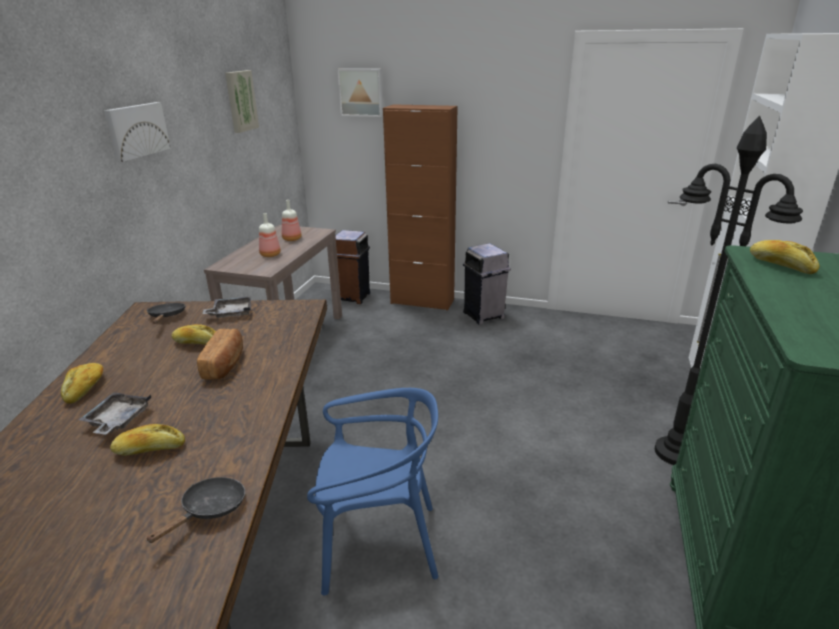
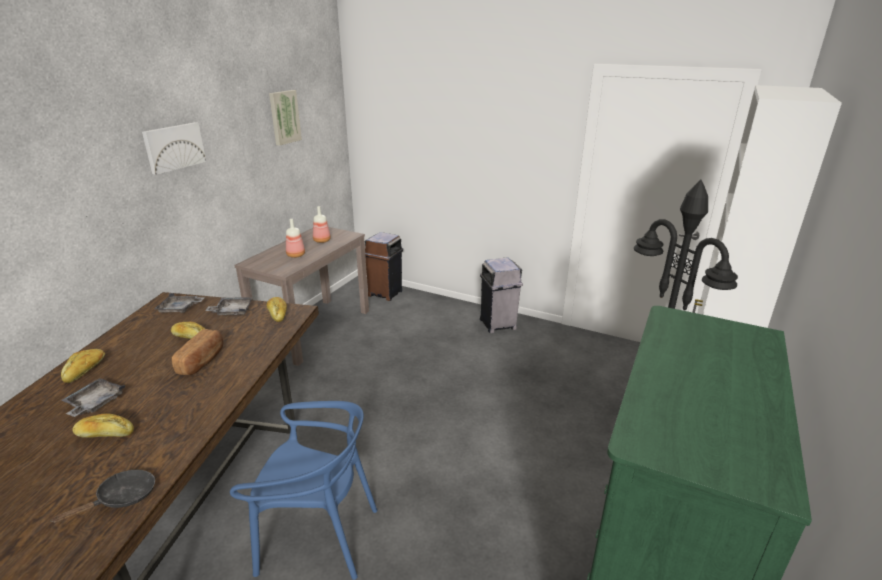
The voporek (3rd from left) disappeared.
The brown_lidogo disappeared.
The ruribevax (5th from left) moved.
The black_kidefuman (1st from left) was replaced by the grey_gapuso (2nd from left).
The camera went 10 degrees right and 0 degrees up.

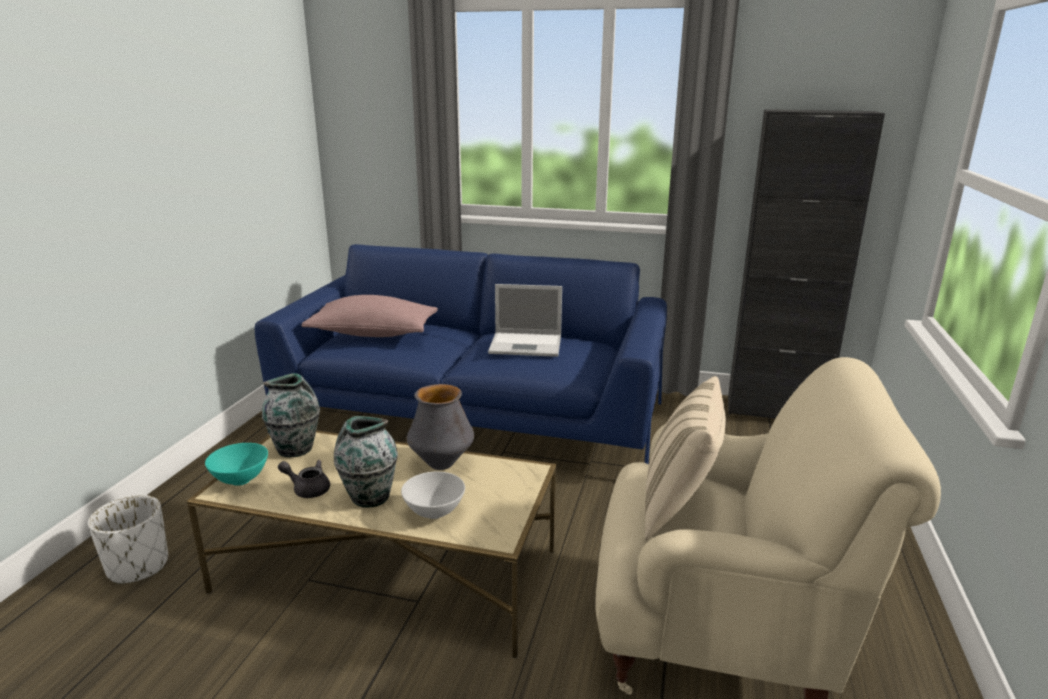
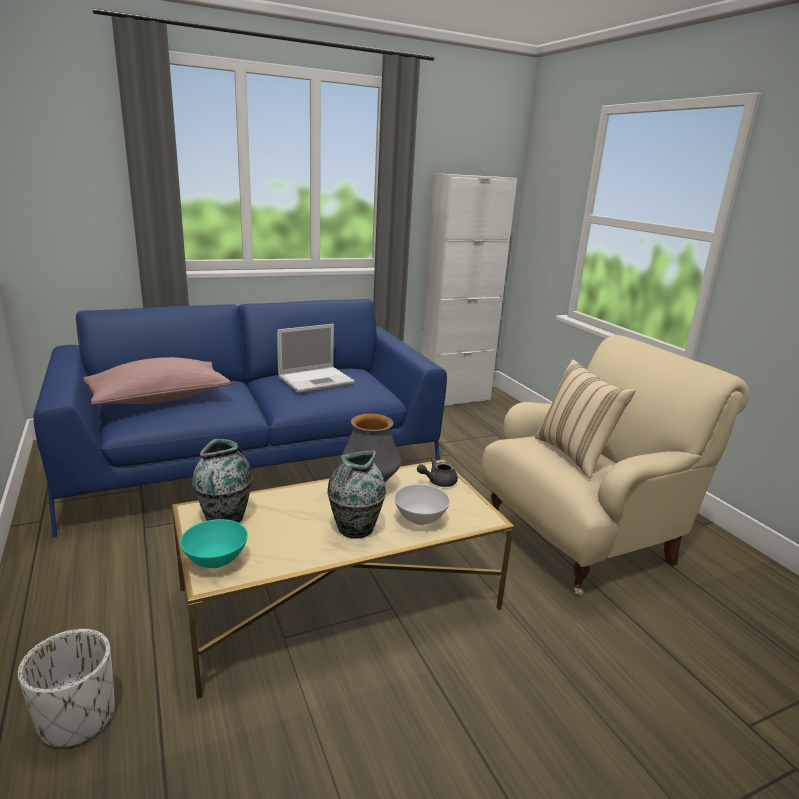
The black_lidogo became the white_lidogo.
The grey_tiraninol moved.
The camera went 40 degrees left and 0 degrees up.

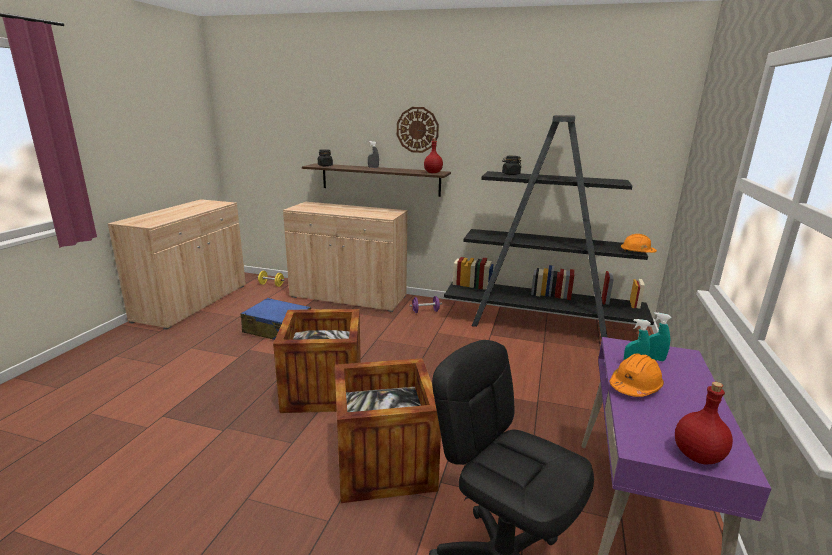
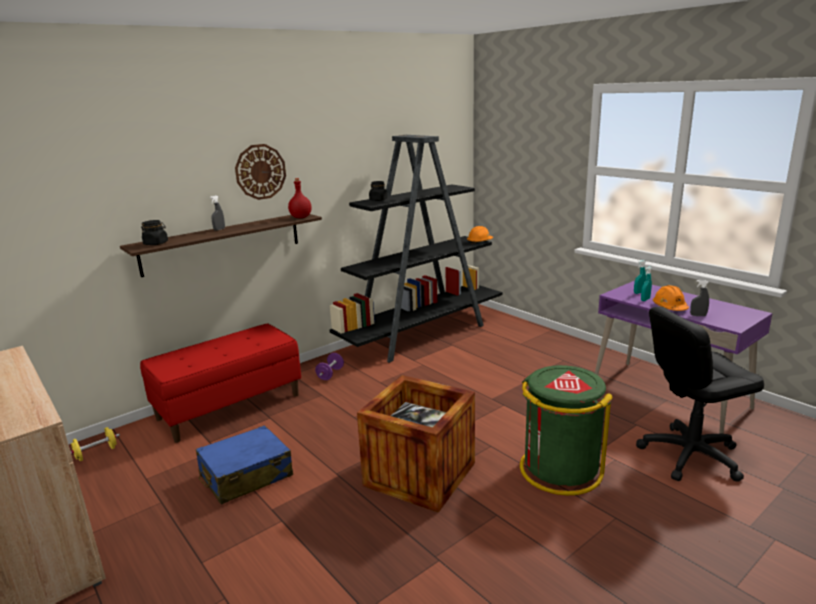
The beige_lidogo (2nd from left) was replaced by the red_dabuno.
The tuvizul (2nd from left) was replaced by the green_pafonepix.
The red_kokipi (2nd from left) disappeared.
The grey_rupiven (2nd from left) appeared.
The camera went 55 degrees left and 0 degrees up.

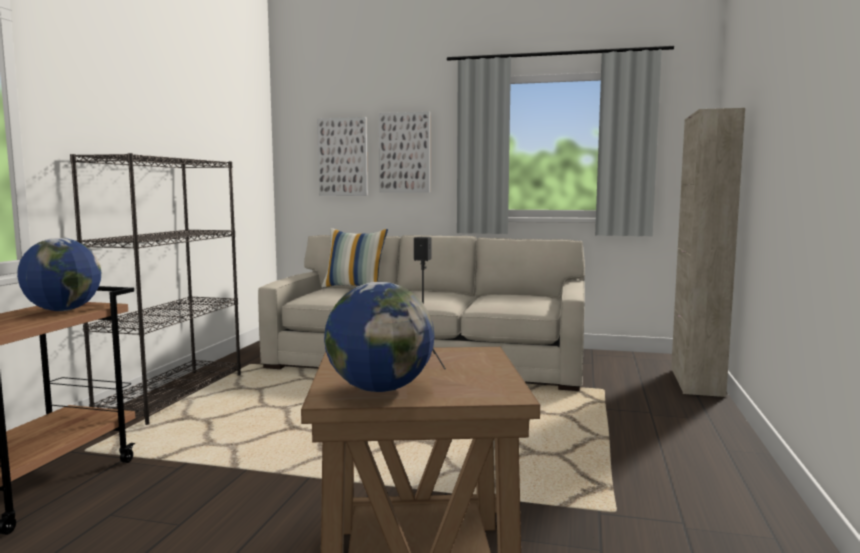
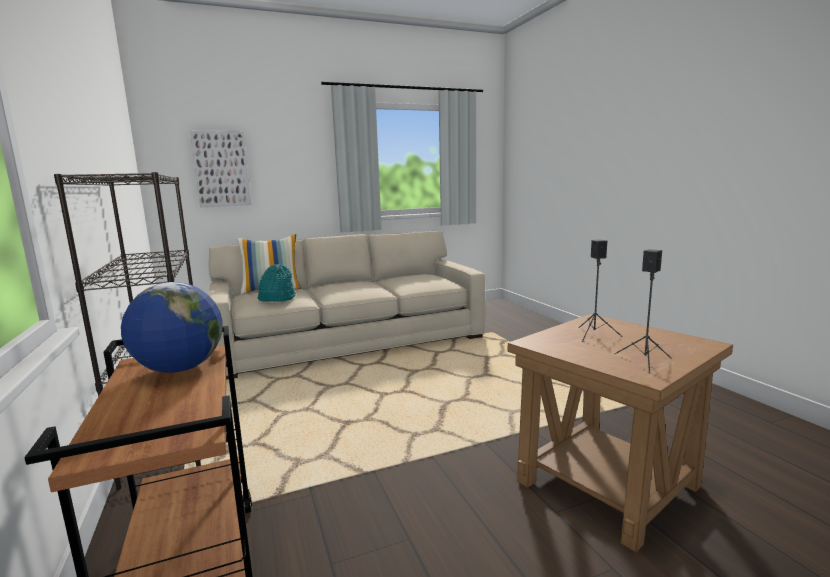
The beige_lidogo disappeared.
The voporek (2nd from left) disappeared.
The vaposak (2nd from left) was replaced by the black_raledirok (2nd from left).
The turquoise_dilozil appeared.
The camera went 35 degrees left and 5 degrees up.

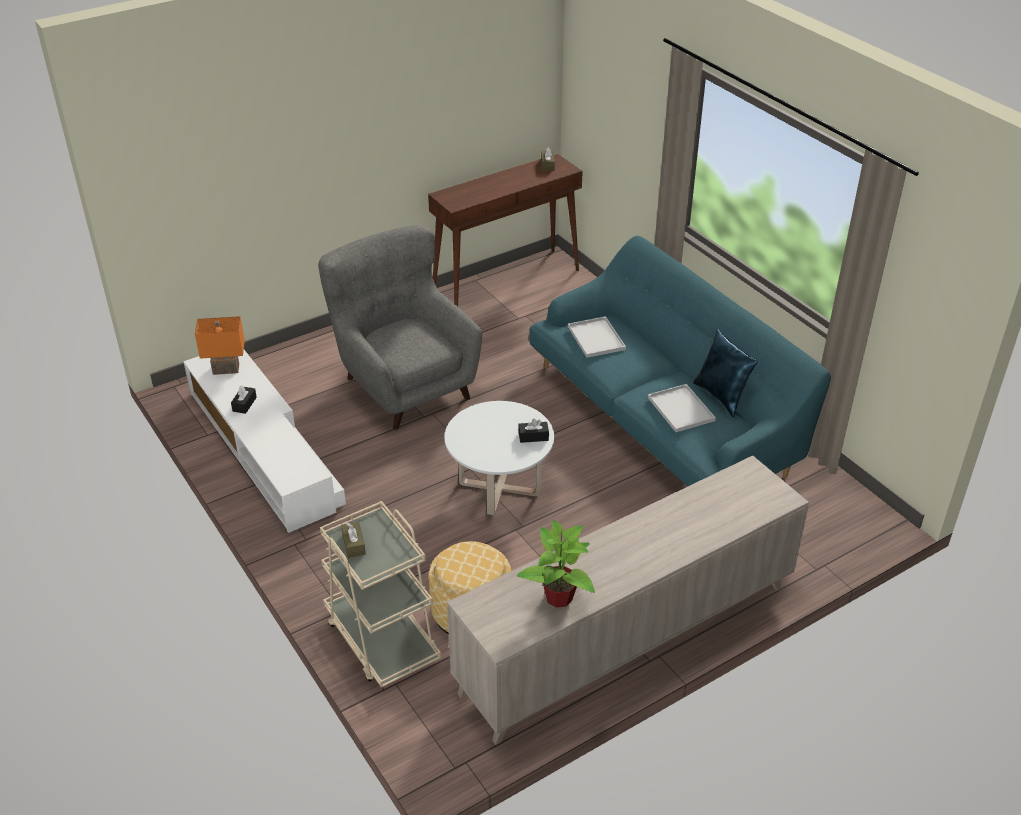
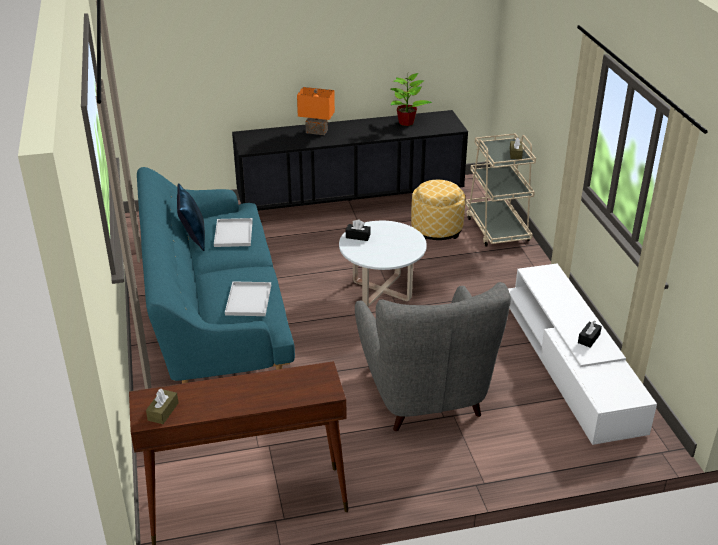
The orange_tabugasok moved.
The beige_lidogo became the black_lidogo.
The camera went 160 degrees left and 5 degrees down.

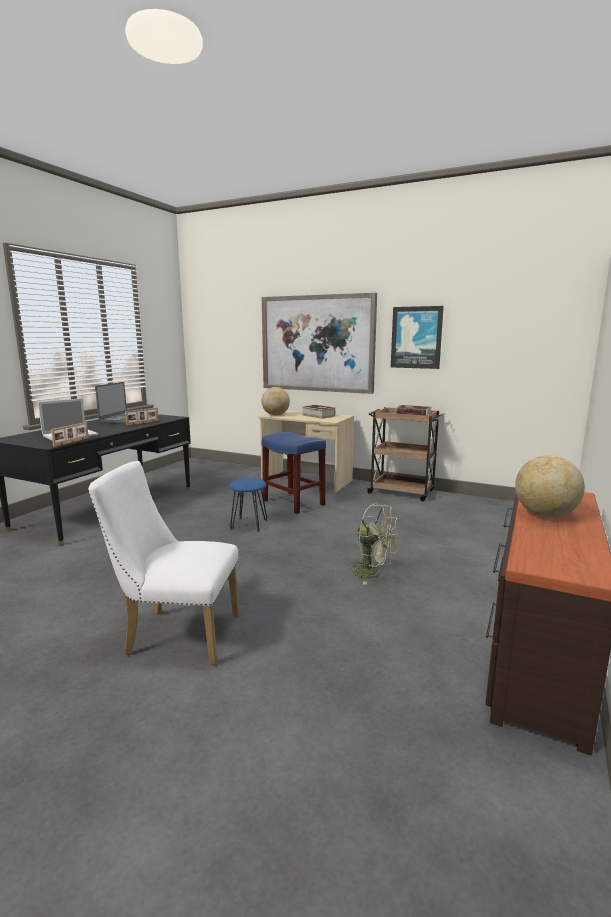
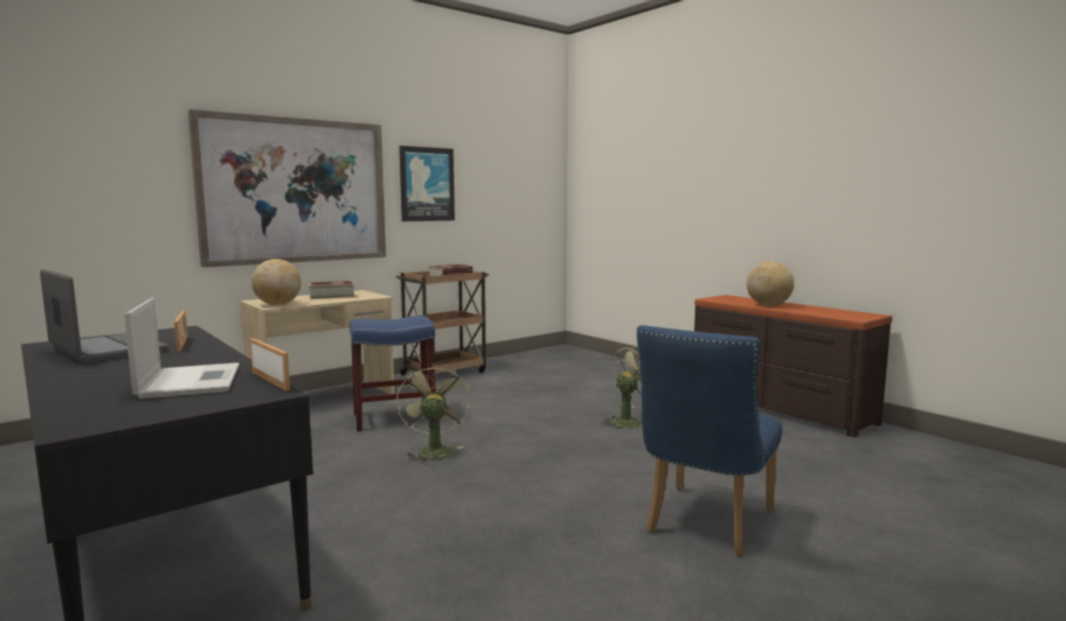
The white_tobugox became the blue_tobugox.
The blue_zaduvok (1st from left) was replaced by the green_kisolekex (1st from left).
The camera went 65 degrees left and 5 degrees down.

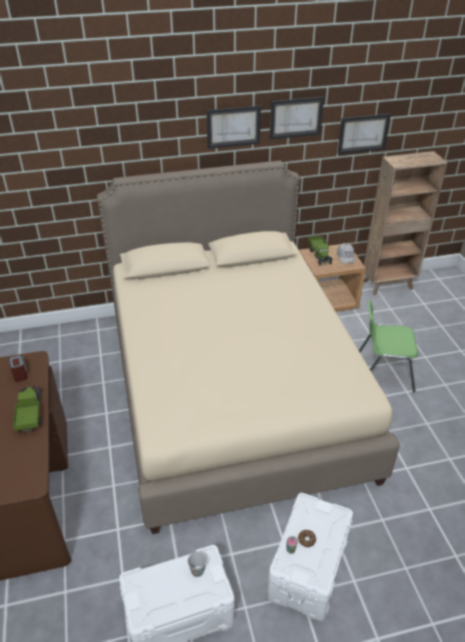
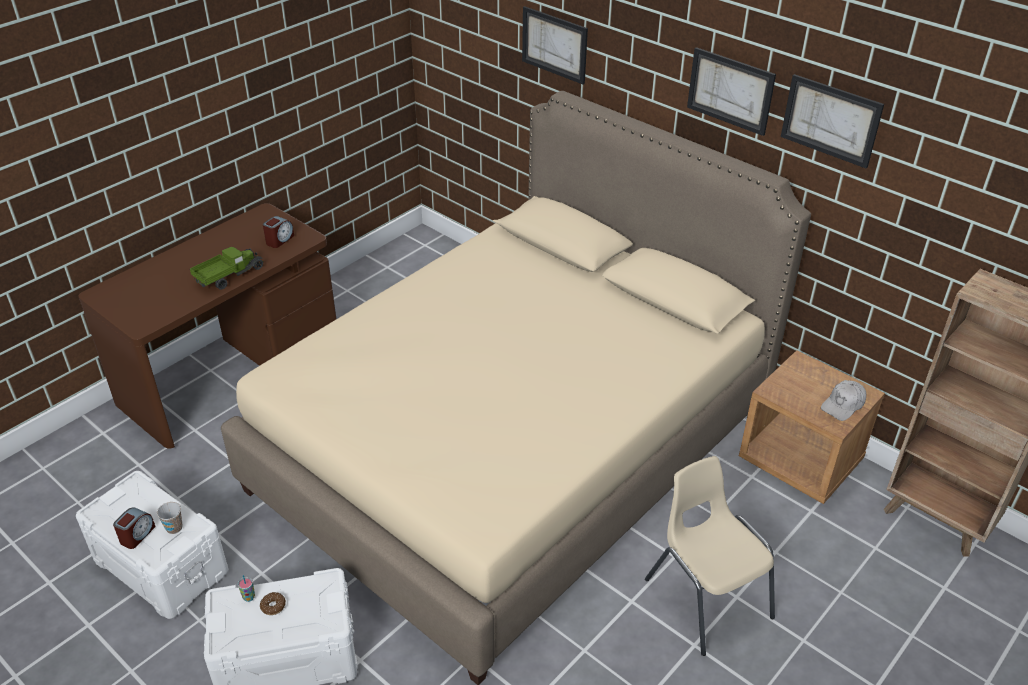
The voporek (3rd from left in the first image) moved.
The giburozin (2nd from left) disappeared.
The green_tobugox became the beige_tobugox.
The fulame (1st from left) appeared.
The camera went 55 degrees right and 0 degrees up.

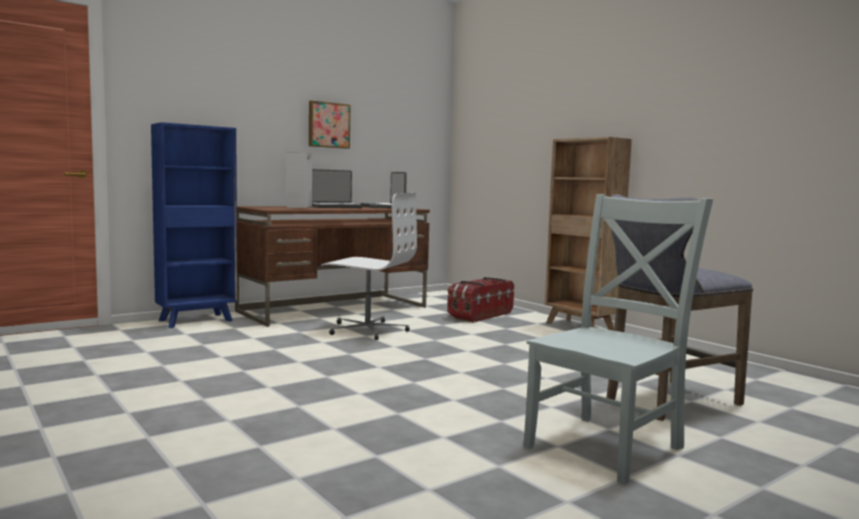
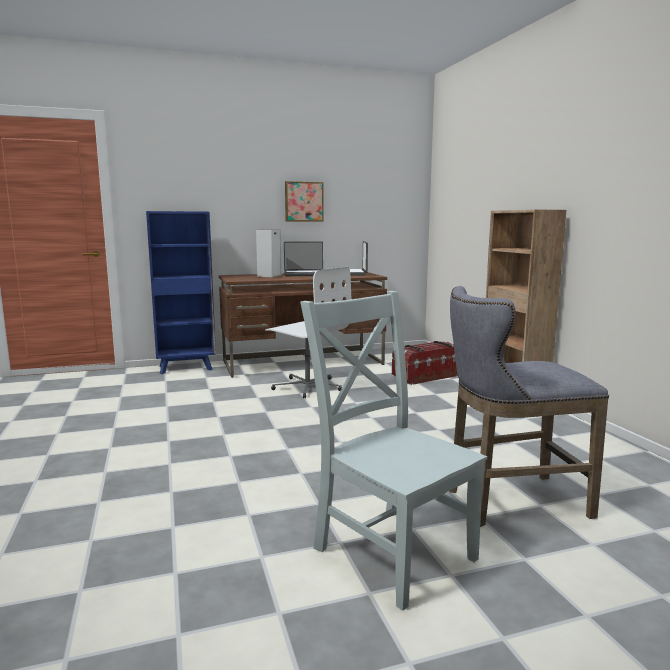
The grey_tobugox turned 105 degrees counterclockwise.
The camera went 20 degrees right and 5 degrees up.

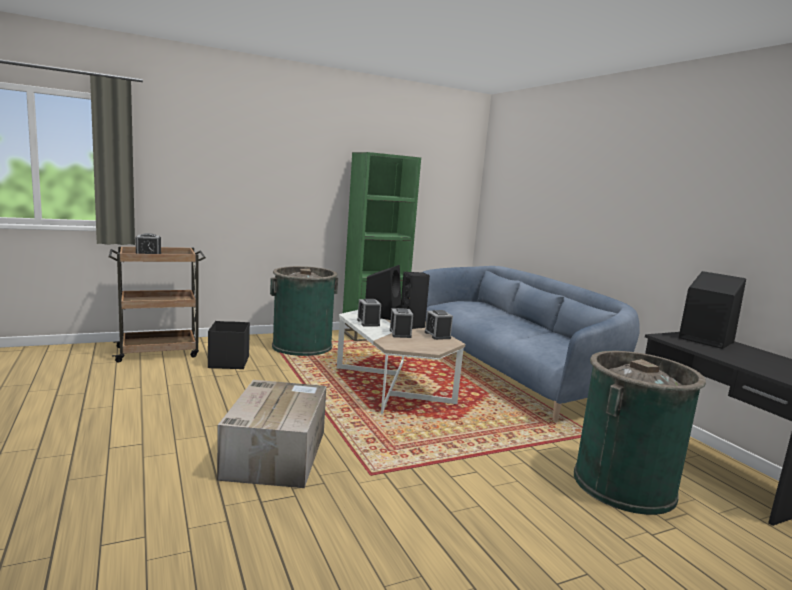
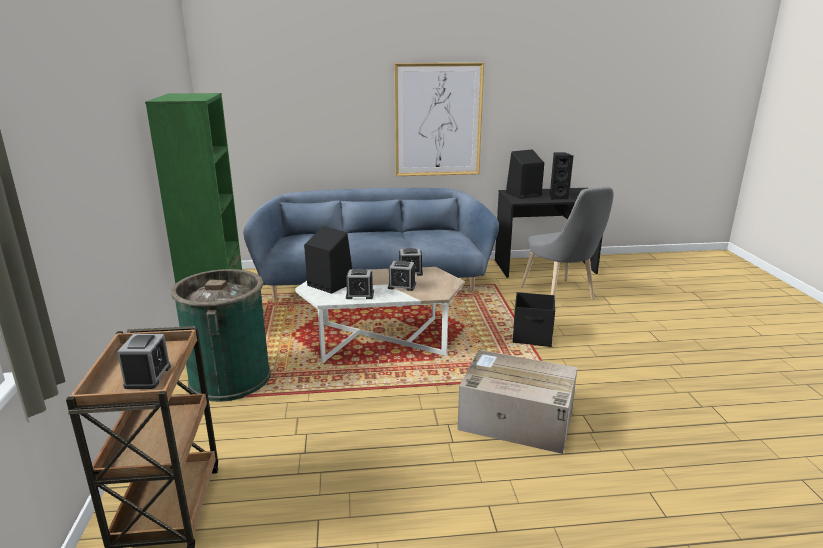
The black_raledirok (2nd from left in the first image) moved.
The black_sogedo moved.
The green_pafonepix (2nd from left) was replaced by the grey_tobugox.
The voporek appeared.
The camera went 70 degrees left and 10 degrees up.

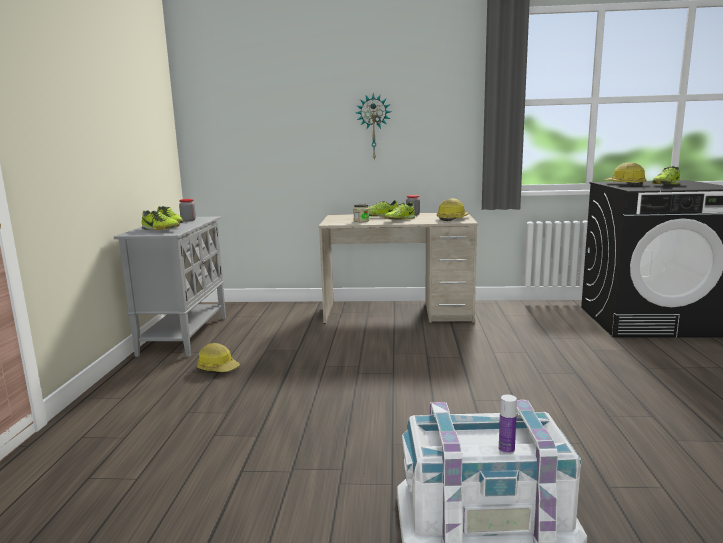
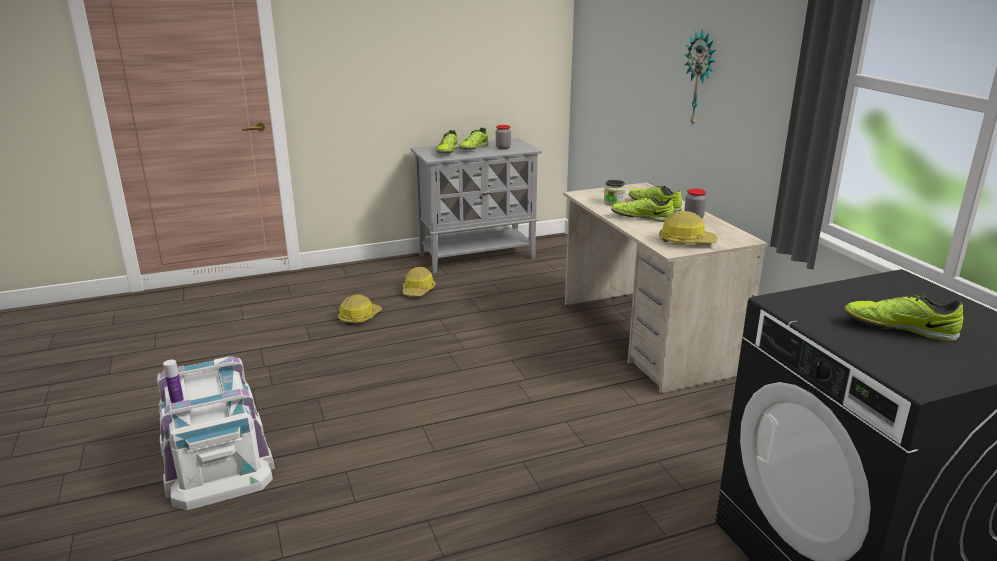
The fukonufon (3rd from left in the first image) moved.
The camera went 65 degrees right and 10 degrees up.

